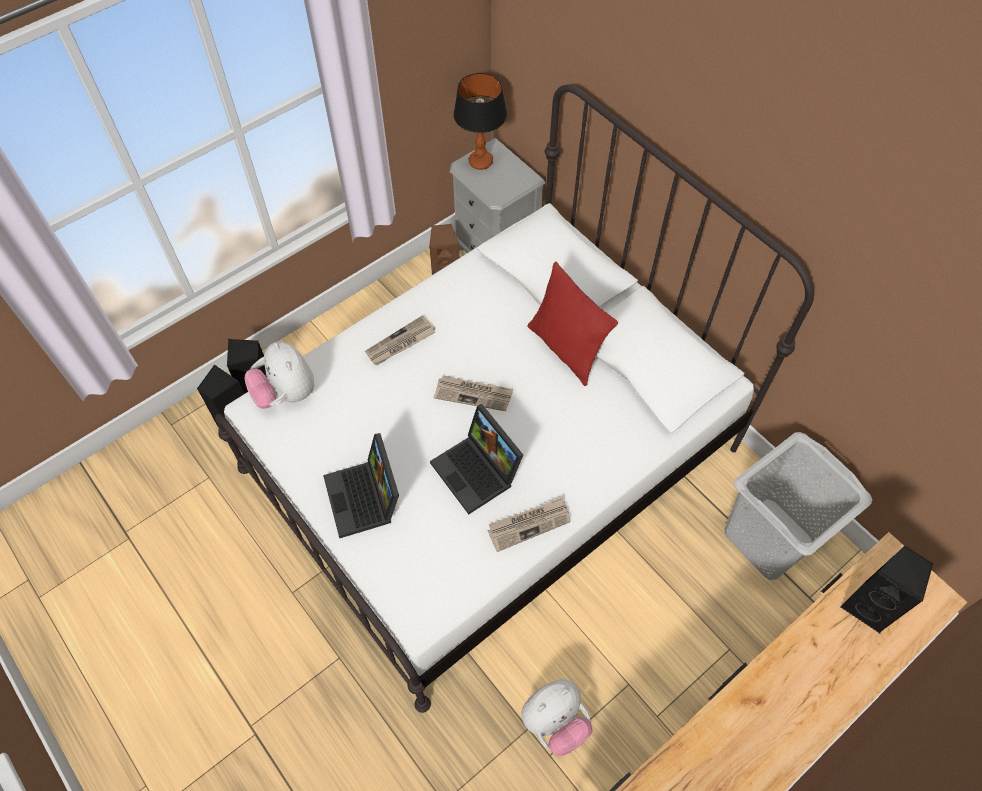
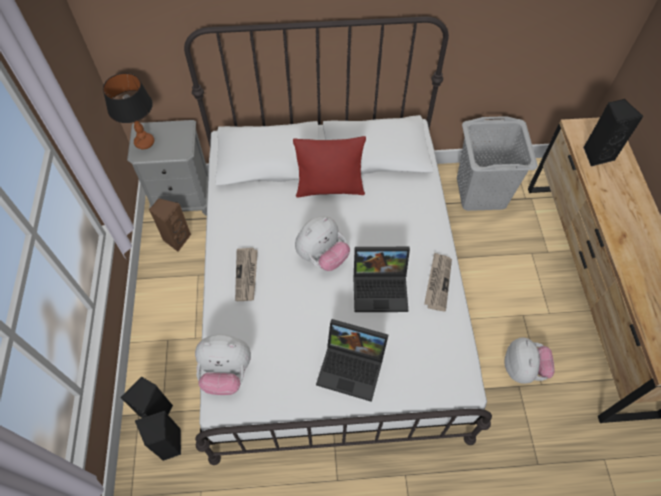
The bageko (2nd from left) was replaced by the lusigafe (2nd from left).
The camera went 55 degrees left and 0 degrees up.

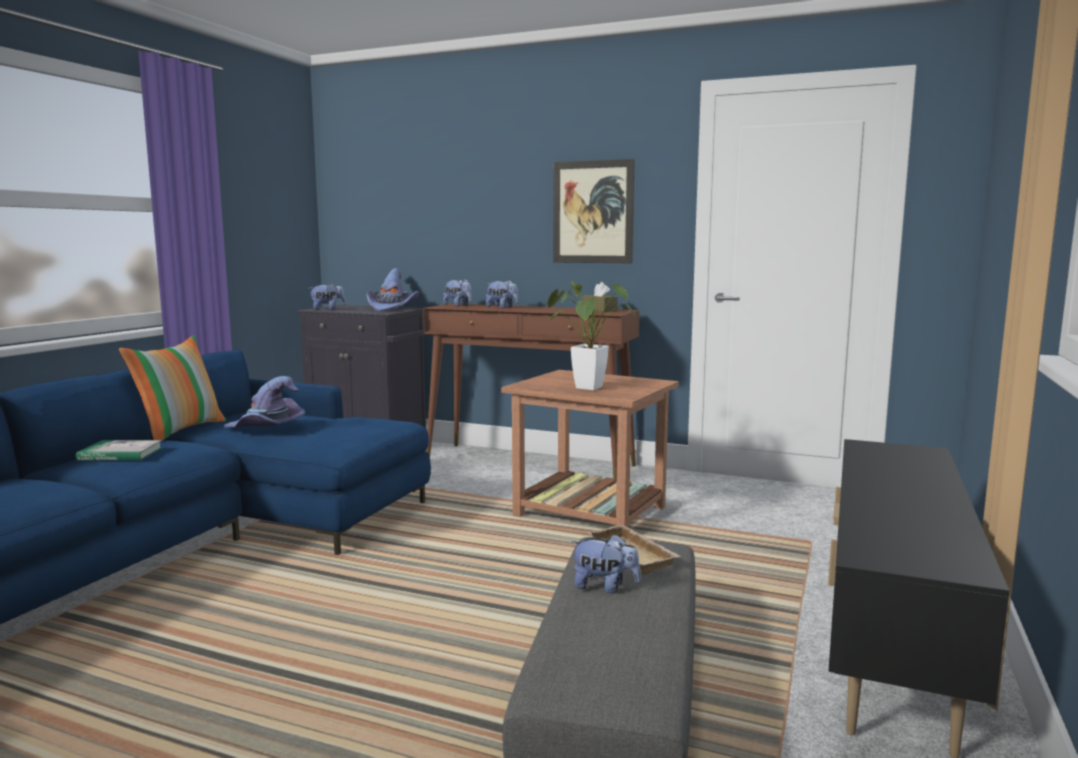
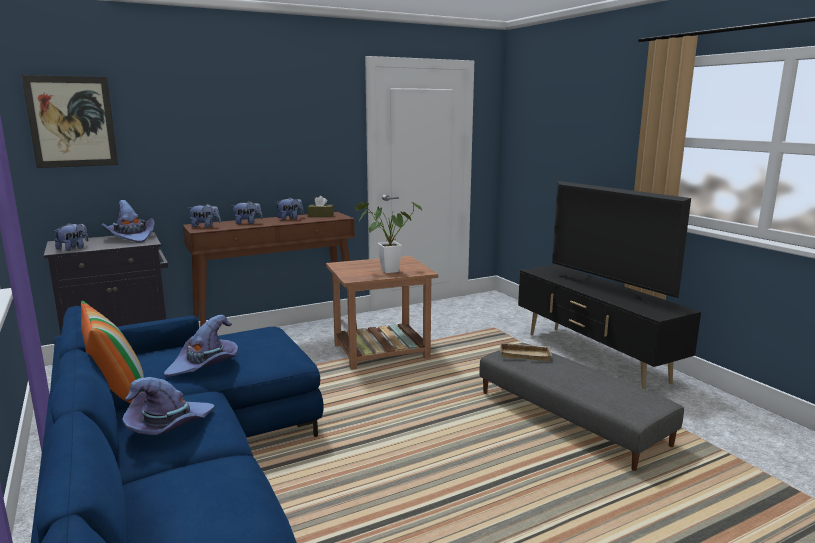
The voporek moved.
The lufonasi was replaced by the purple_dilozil (2nd from left).
The lusigafe (4th from left) moved.
The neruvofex appeared.
The camera went 50 degrees left and 5 degrees up.

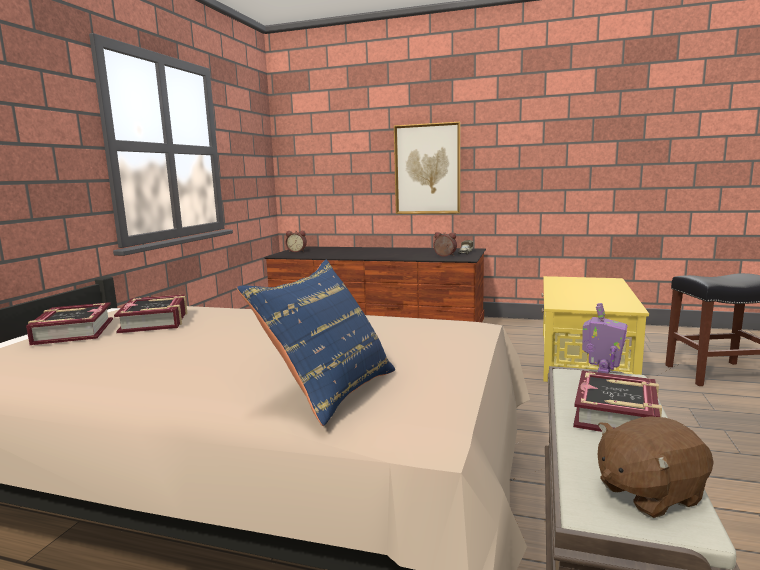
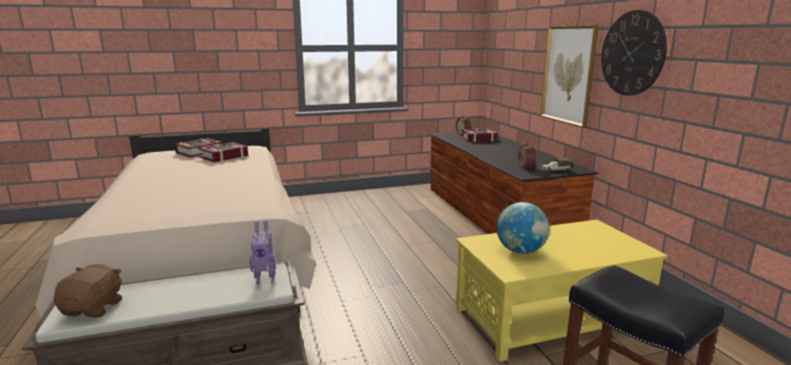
The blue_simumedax disappeared.
The lufonasi (3rd from left) moved.
The brown_lusigafe turned 60 degrees clockwise.
The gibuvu appeared.
The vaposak appeared.
The camera went 55 degrees right and 5 degrees up.

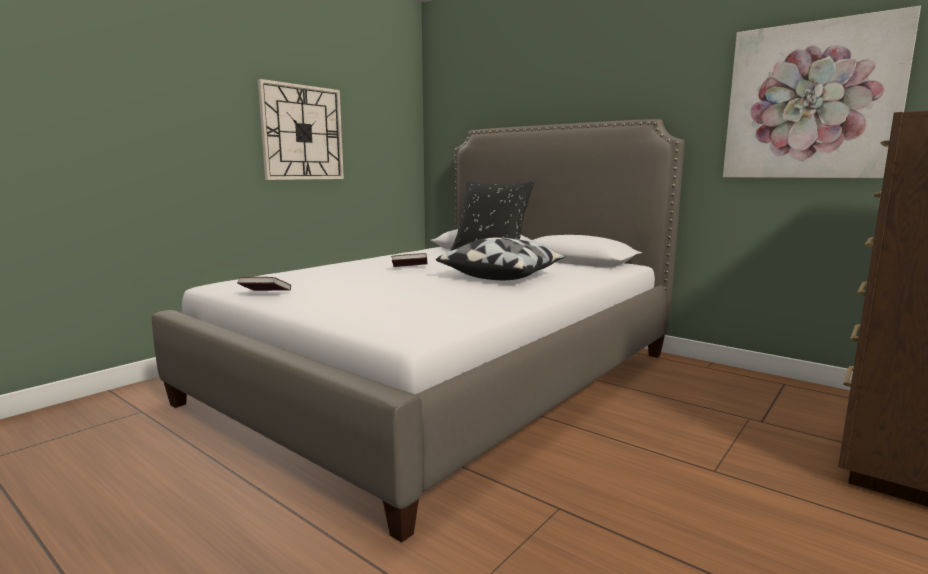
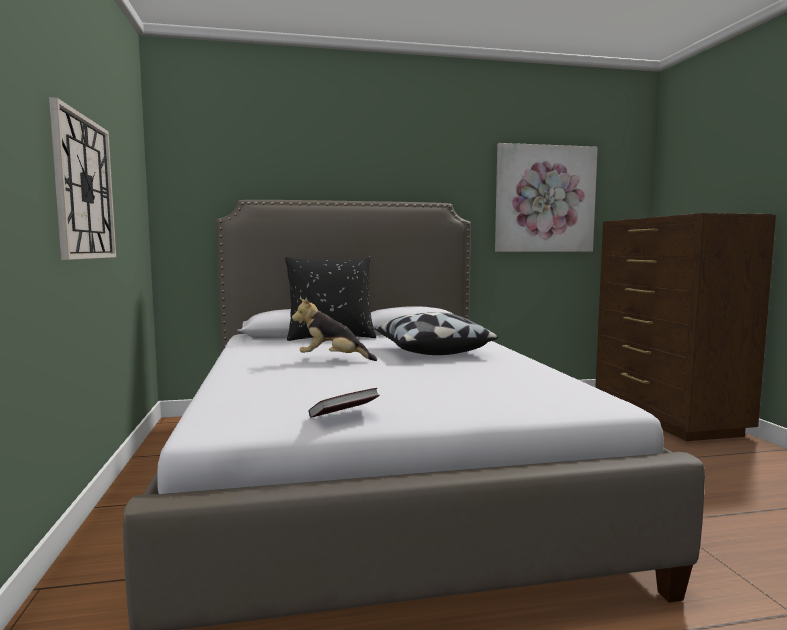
The lufonasi (2nd from left) was replaced by the lusigafe.
The camera went 50 degrees left and 5 degrees down.

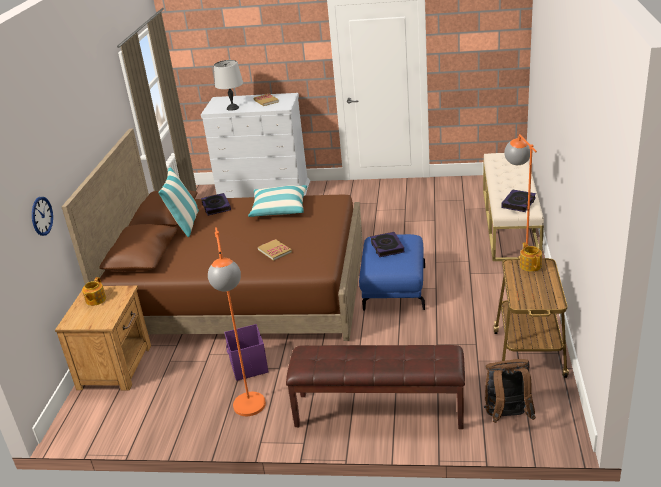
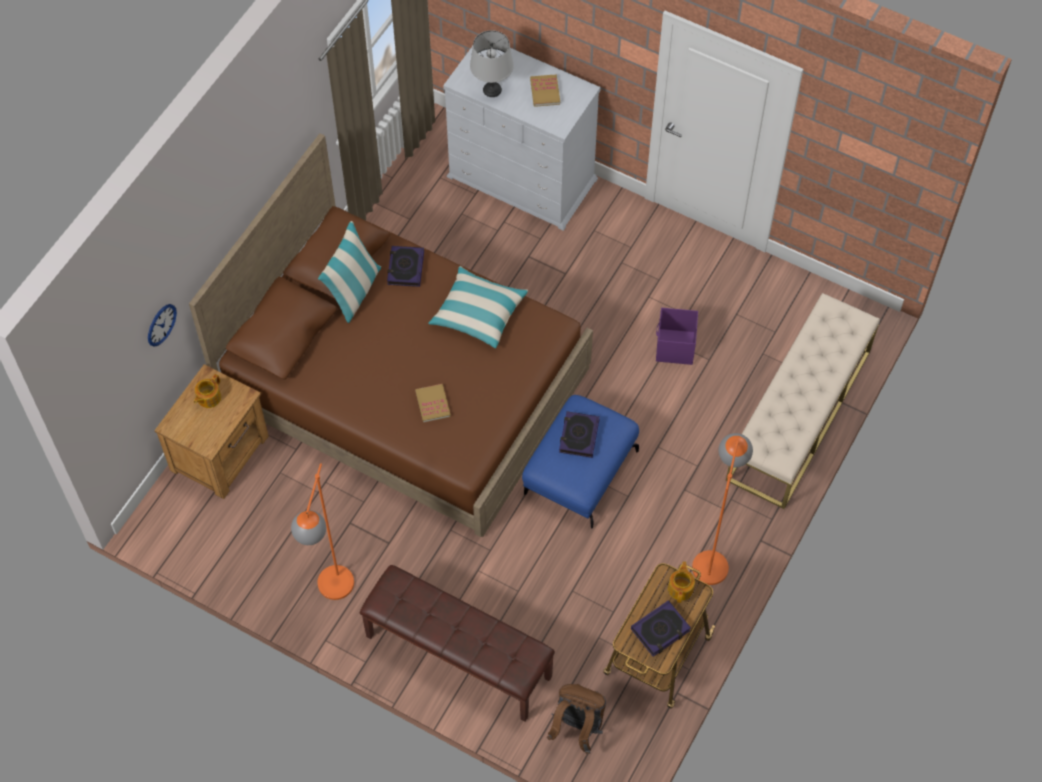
The lufonasi (5th from left) moved.
The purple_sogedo moved.
The camera went 20 degrees right and 30 degrees up.

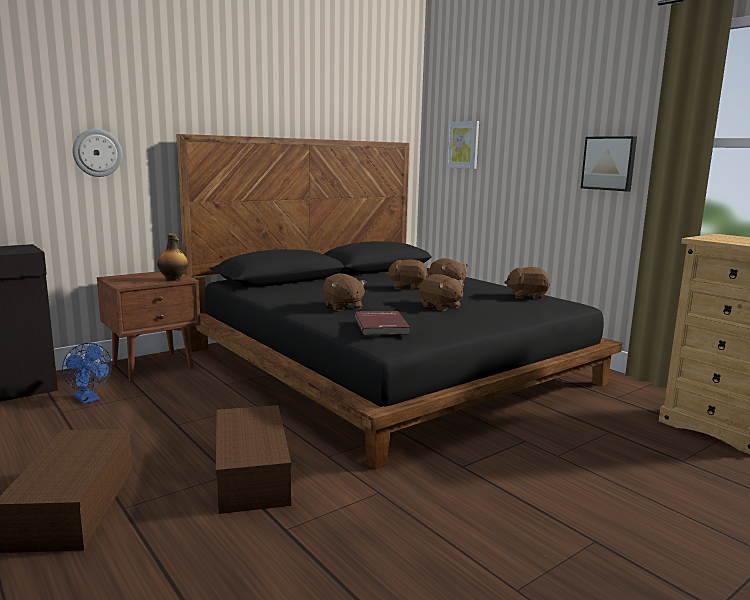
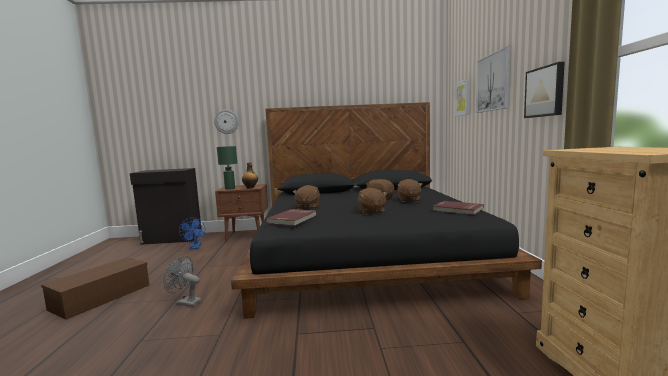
The brown_lusigafe (5th from left) was replaced by the red_lufonasi (2nd from left).
The brown_sogedo (2nd from left) was replaced by the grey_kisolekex.
The voporek (2nd from left) appeared.
The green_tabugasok appeared.
The camera went 35 degrees right and 5 degrees down.

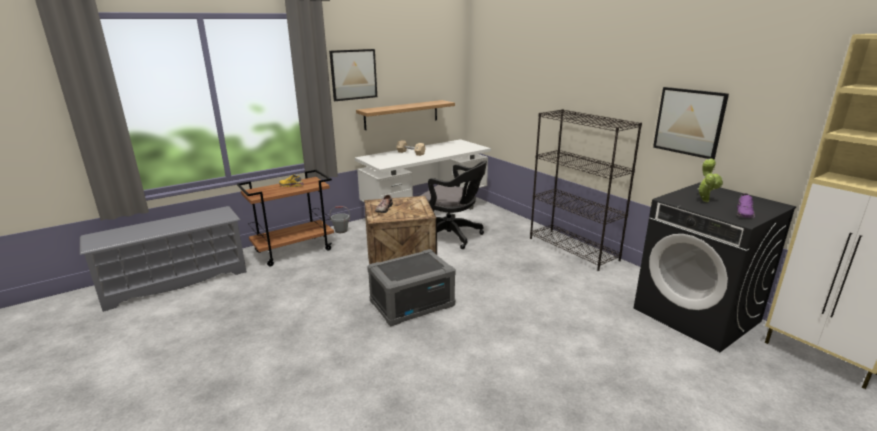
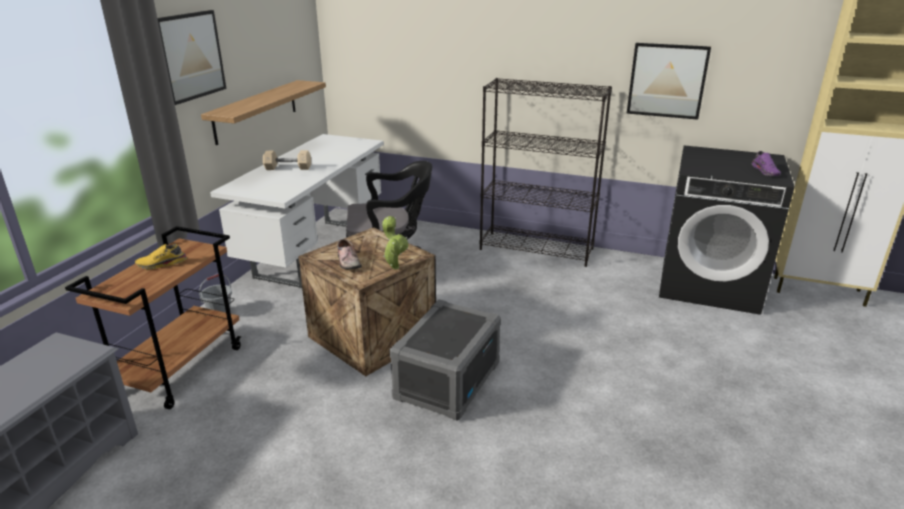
The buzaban moved.
The camera went 35 degrees left and 5 degrees up.

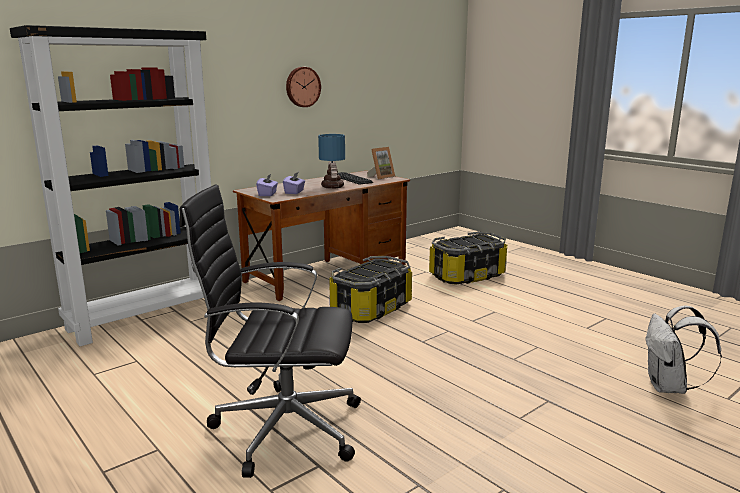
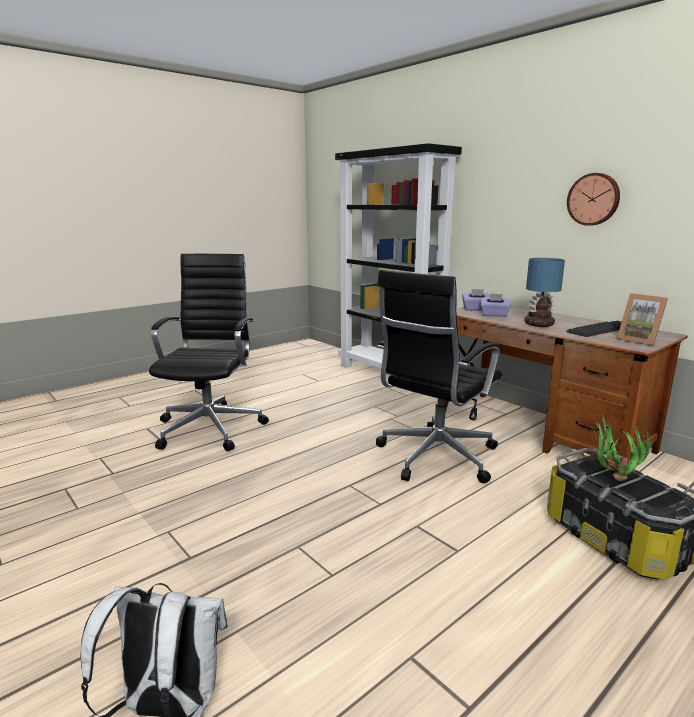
The sogedo (1st from left) was replaced by the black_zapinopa (2nd from left).
The buzaban appeared.
The camera went 90 degrees right and 0 degrees up.

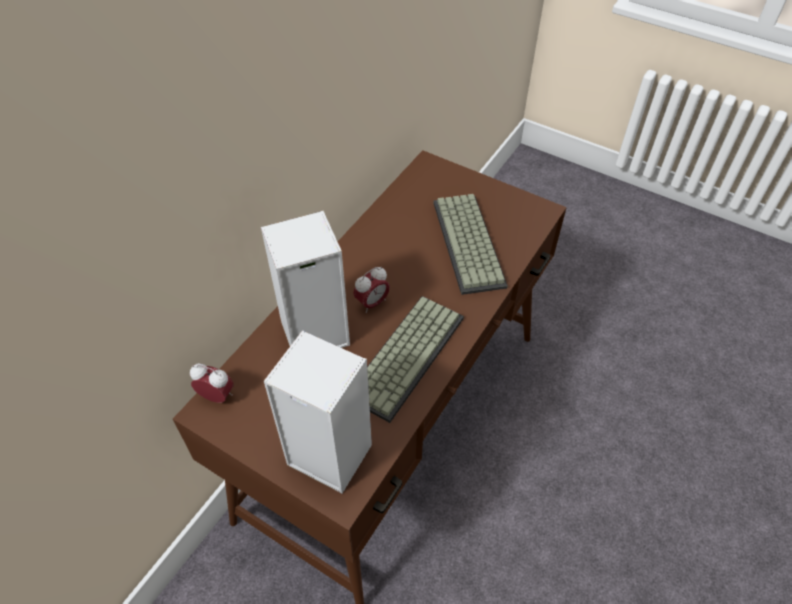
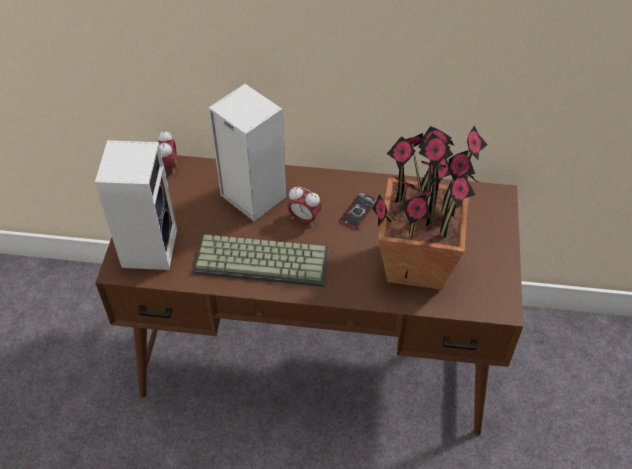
The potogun (2nd from left) was replaced by the buzaban.
The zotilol appeared.
The camera went 65 degrees right and 0 degrees up.

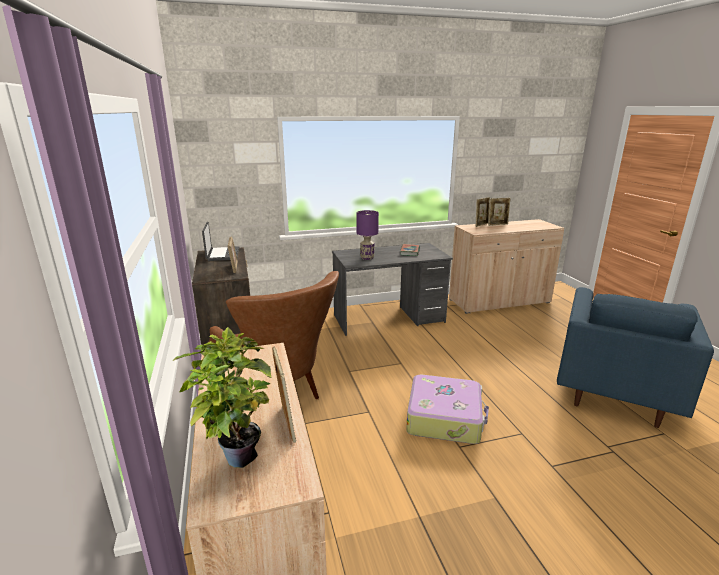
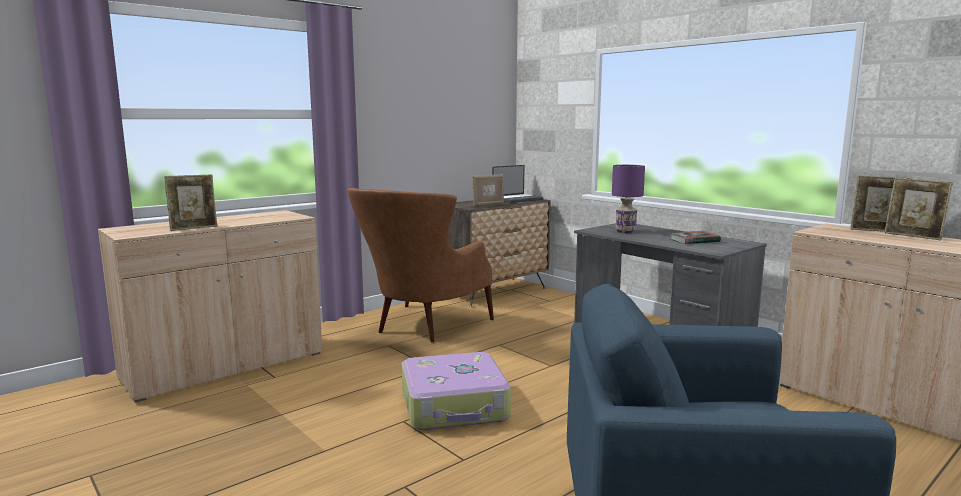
The buzaban disappeared.
The camera went 65 degrees right and 10 degrees down.

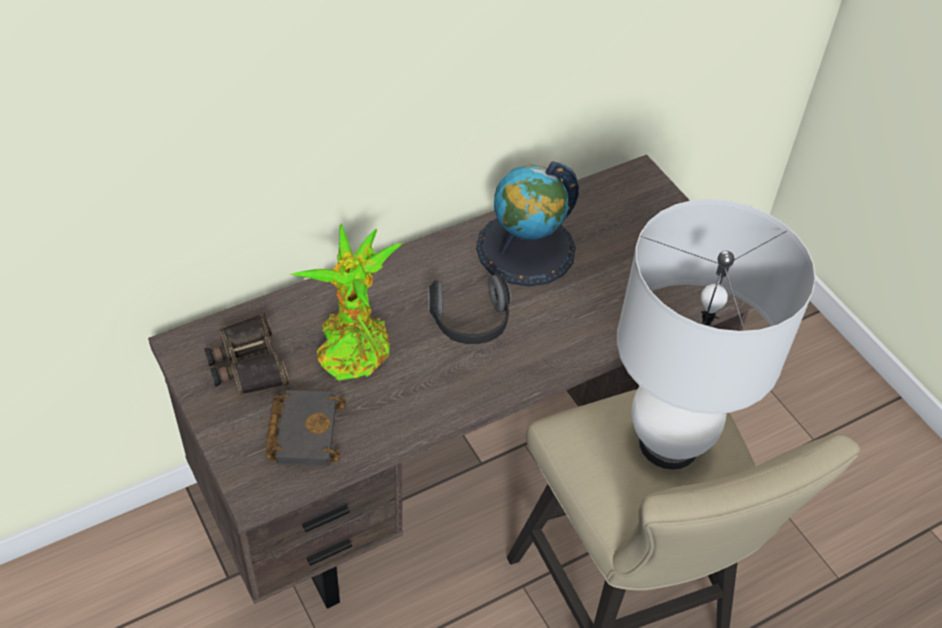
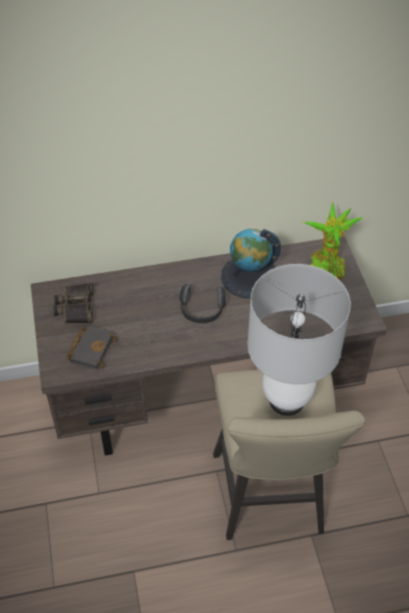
The buzaban moved.
The camera went 20 degrees right and 0 degrees up.

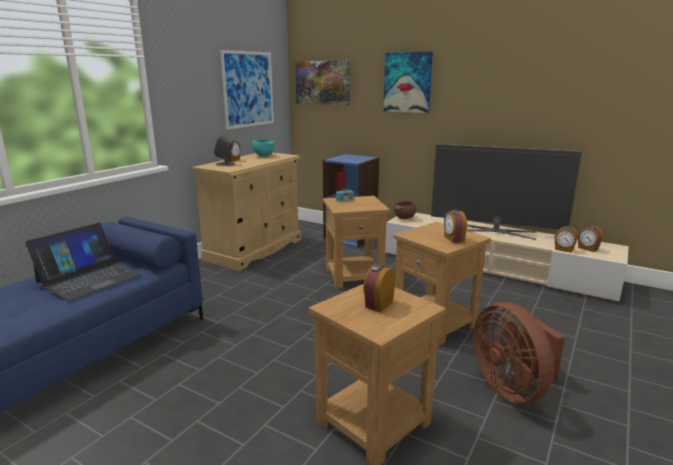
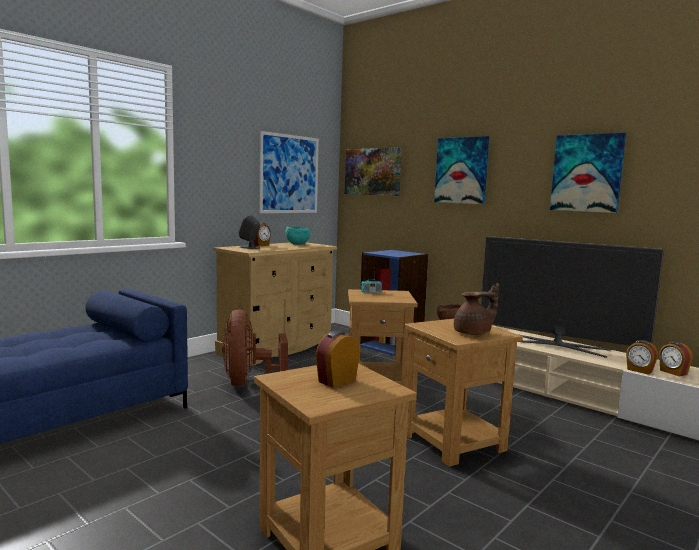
The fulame (3rd from left) was replaced by the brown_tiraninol.
The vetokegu disappeared.
The brown_kisolekex moved.
The voporek (4th from left) appeared.
The camera went 10 degrees right and 10 degrees down.

